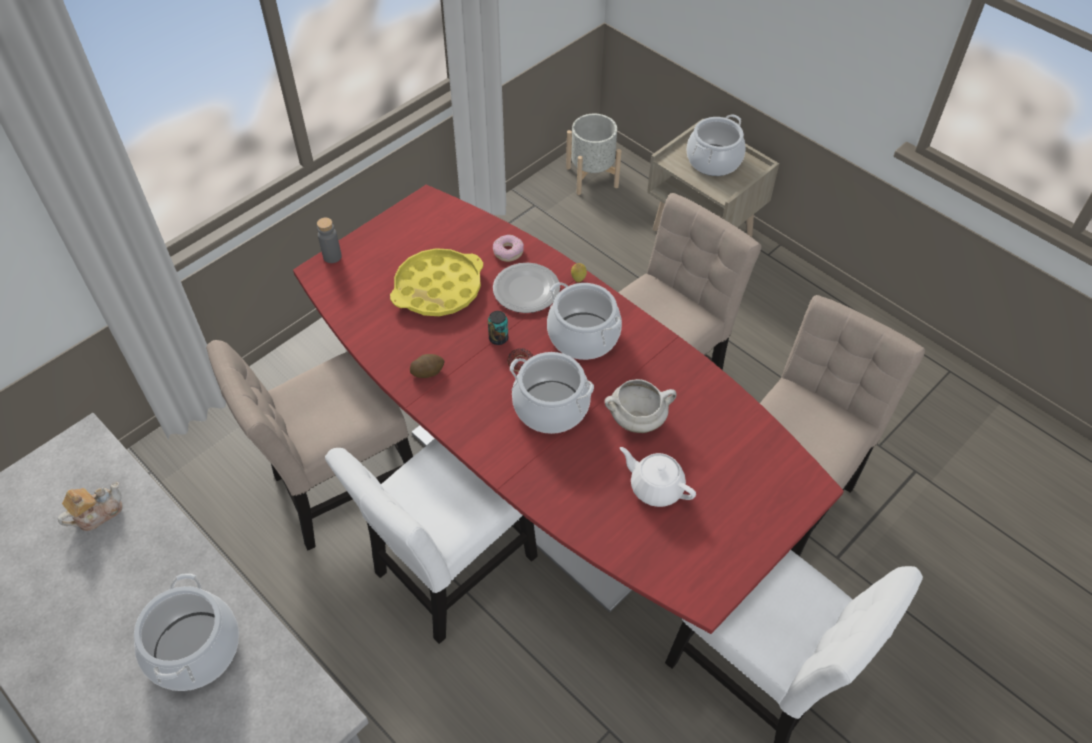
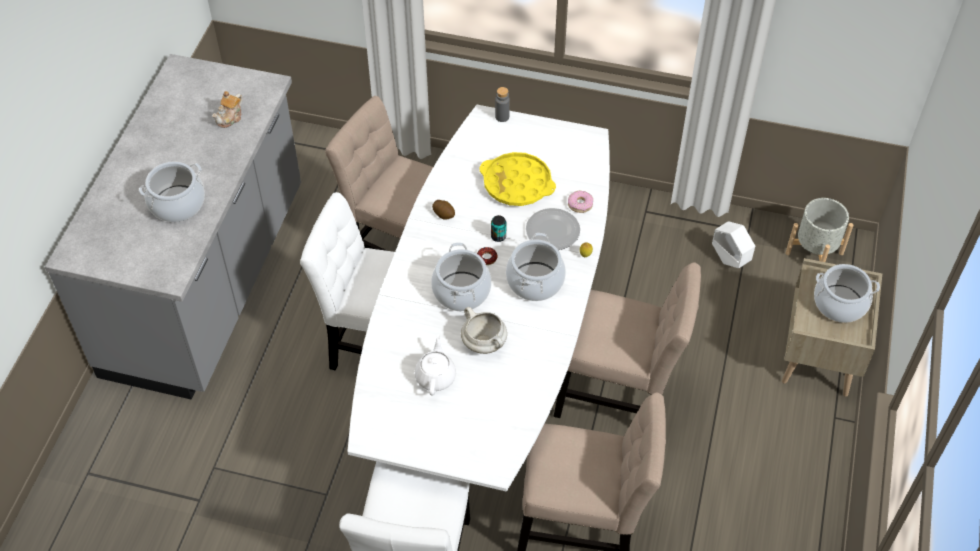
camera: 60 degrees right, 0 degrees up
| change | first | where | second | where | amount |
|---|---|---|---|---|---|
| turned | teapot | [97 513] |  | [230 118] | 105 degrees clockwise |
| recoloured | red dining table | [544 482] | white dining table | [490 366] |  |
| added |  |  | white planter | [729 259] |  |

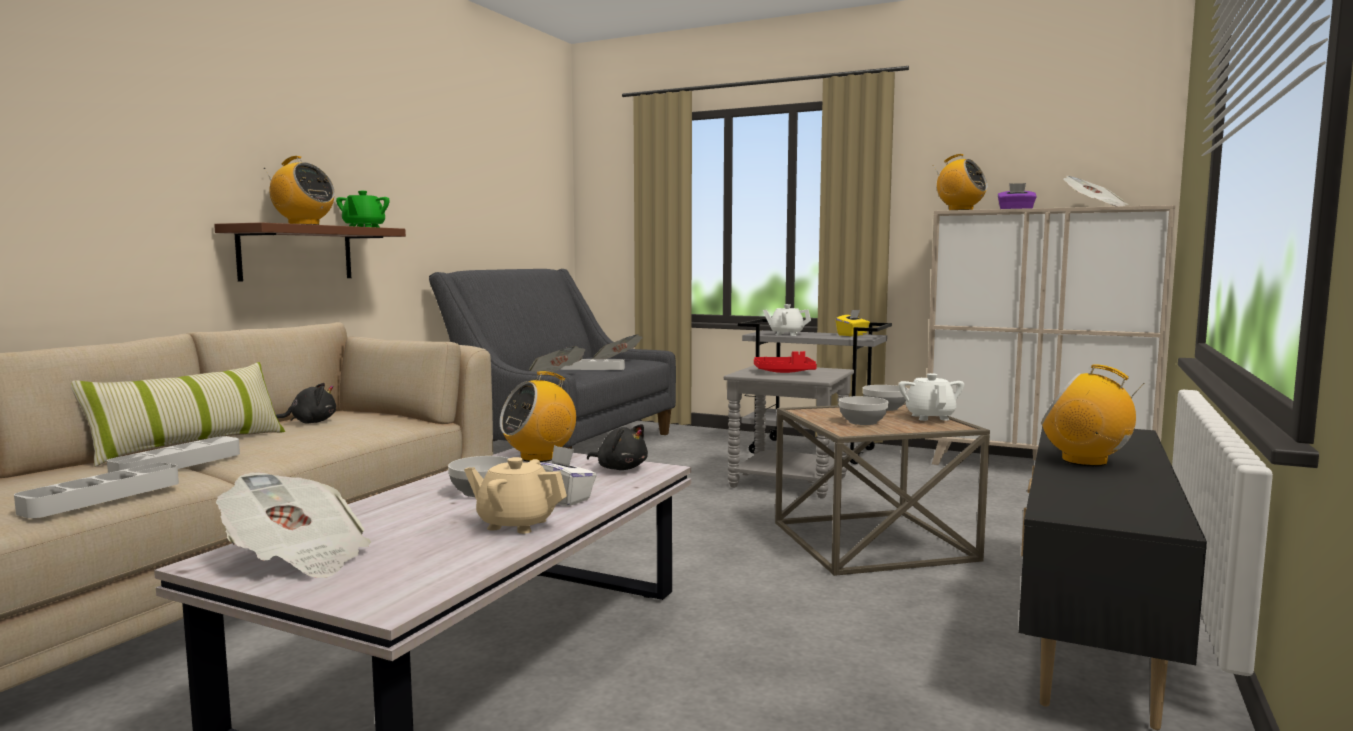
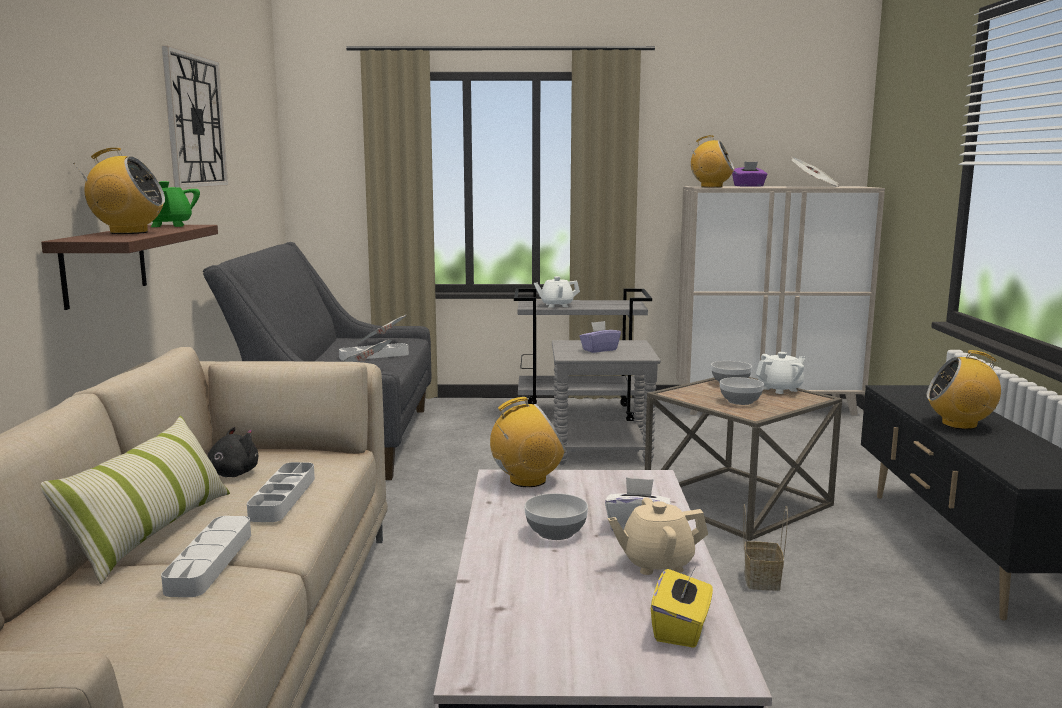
camera: 25 degrees left, 5 degrees up
| change | first | where | second | where | amount |
|---|---|---|---|---|---|
| moved | grey tray | [102 497] |  | [283 497] |  |
| removed | newspaper | [298 559] |  |  |  |
| turned | radio | [539 457] |  | [527 481] | 135 degrees counterclockwise |
| removed | black plush toy | [620 468] |  |  |  |
| replaced | red tray | [784 372] | purple tissue box | [599 350] |  |
| moved | yellow tissue box | [852 335] |  | [681 629] |  |
| turned | white teapot | [930 417] |  | [780 389] | 90 degrees clockwise |
| added |  |  | wall clock | [195 121] |  |
| added |  |  | basket | [760 579] |  |

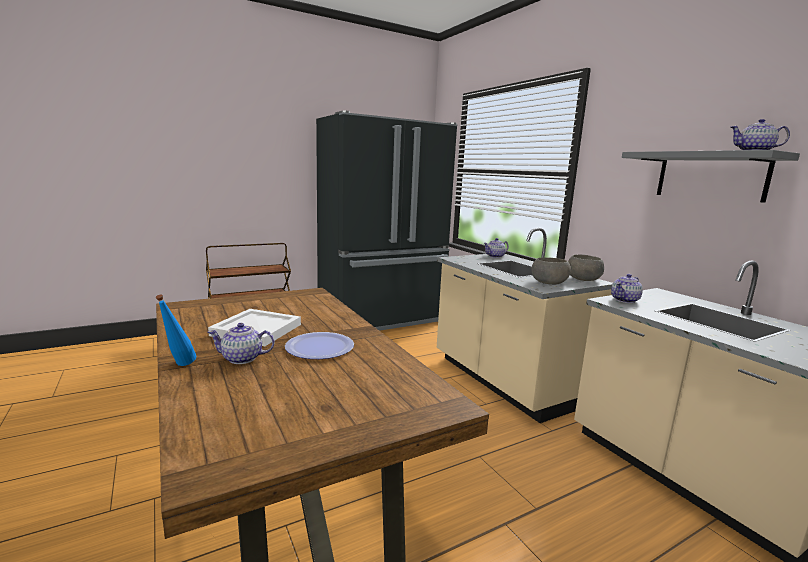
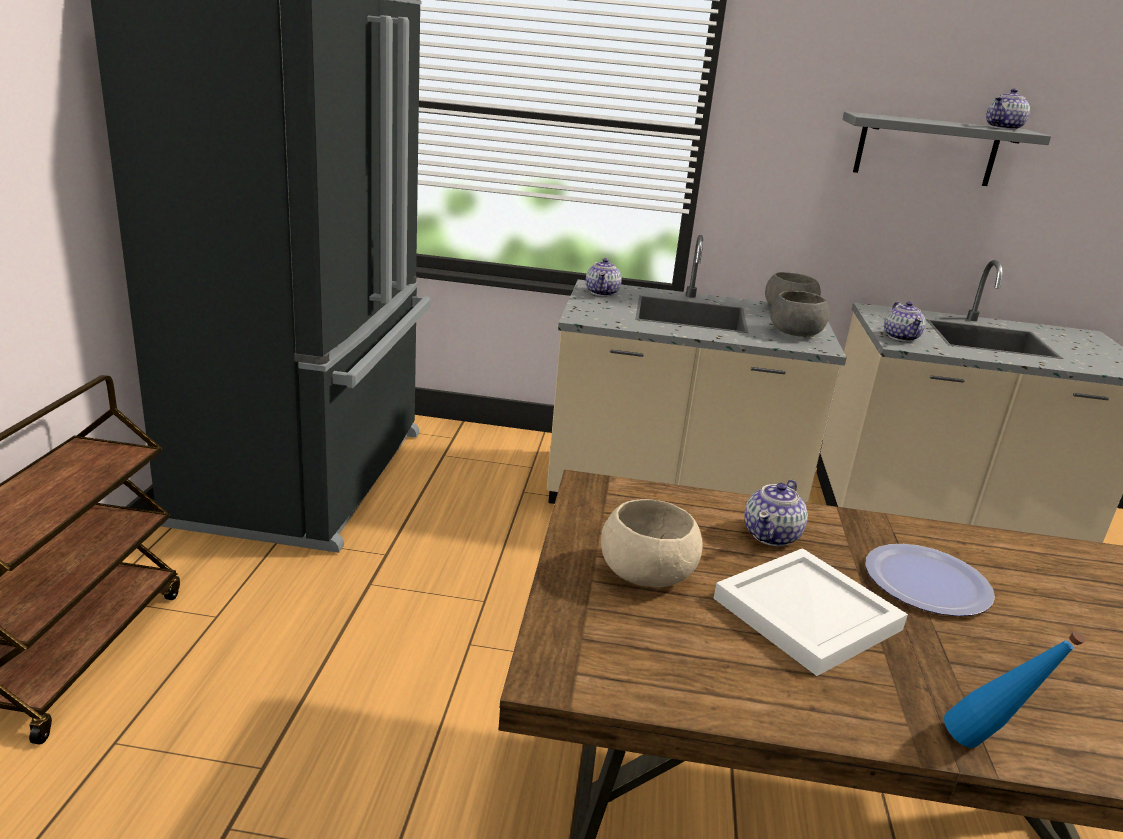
camera: 55 degrees left, 10 degrees up
| change | first | where | second | where | amount |
|---|---|---|---|---|---|
| moved | teapot | [242 358] |  | [772 535] |  |
| added |  |  | beige bowl | [648 573] |  |

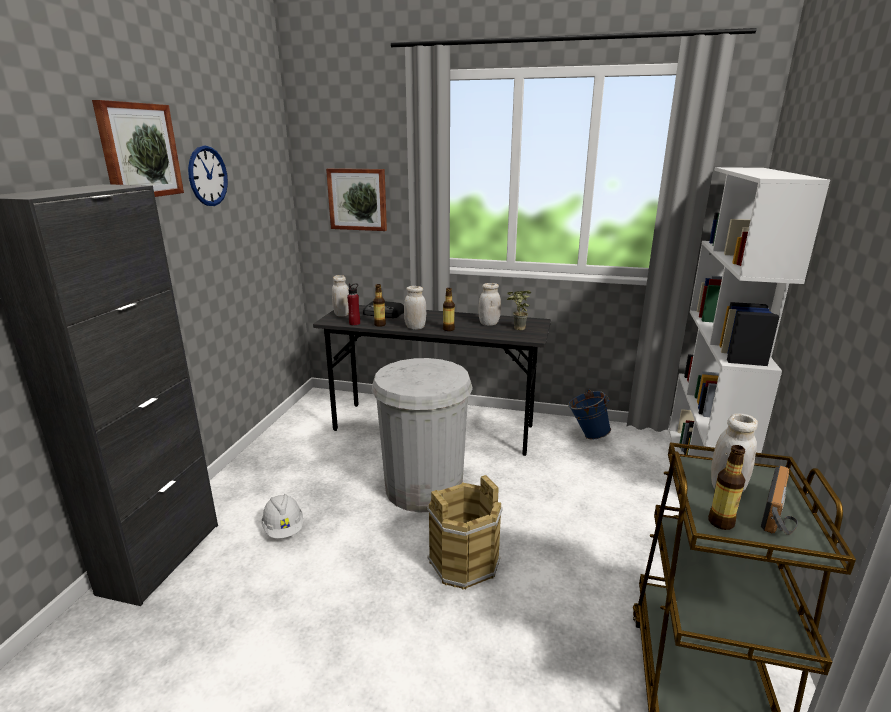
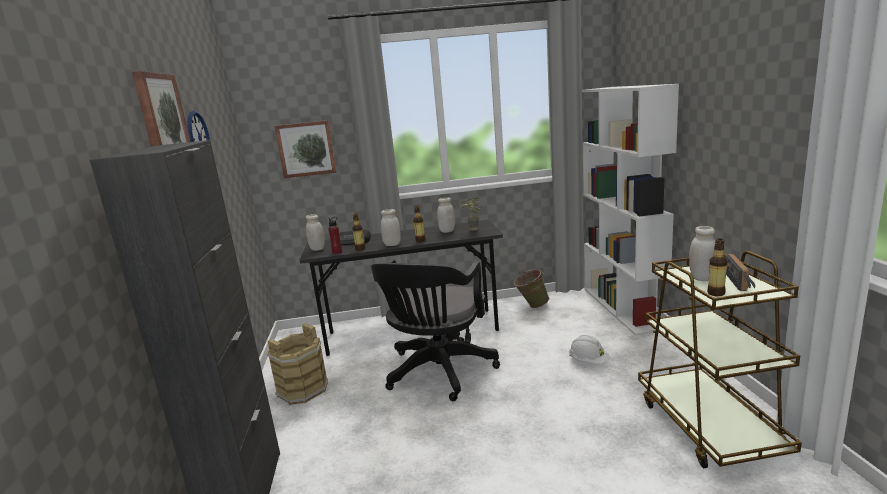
camera: 20 degrees left, 5 degrees down
| change | first | where | second | where | amount |
|---|---|---|---|---|---|
| moved | white hard hat | [284 528] |  | [588 361] |  |
| replaced | white trash can | [423 488] | black office chair | [438 373] |  |
| moved | brown bucket | [463 562] |  | [302 390] |  |
| recoloured | blue bucket | [586 435] | green bucket | [531 306] |  |

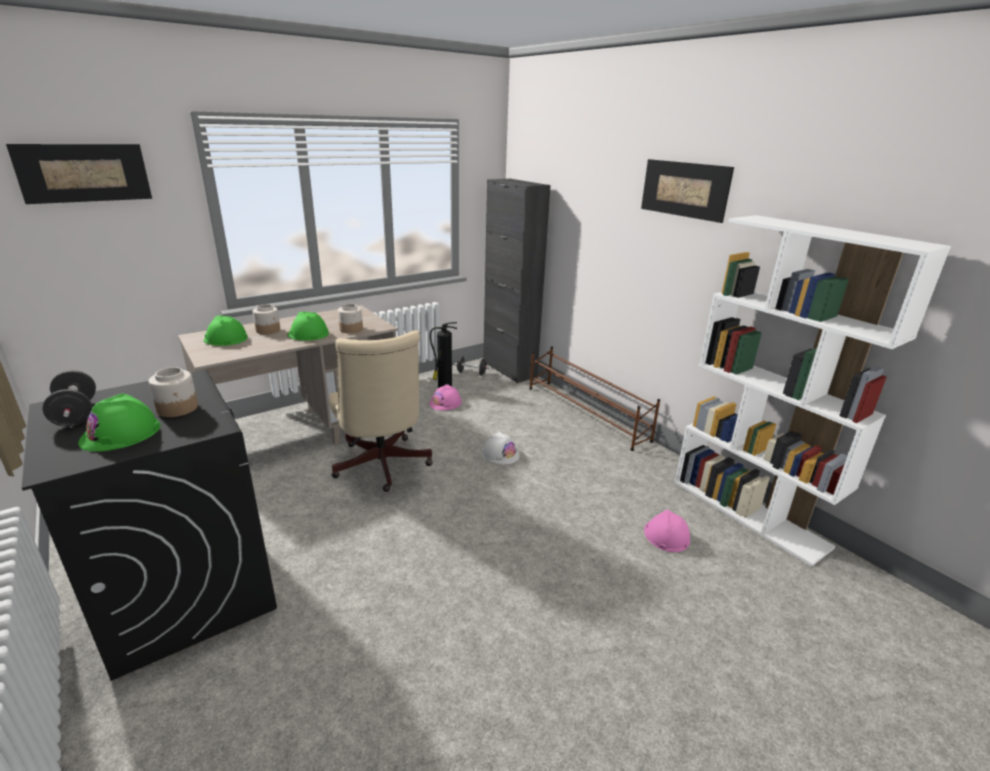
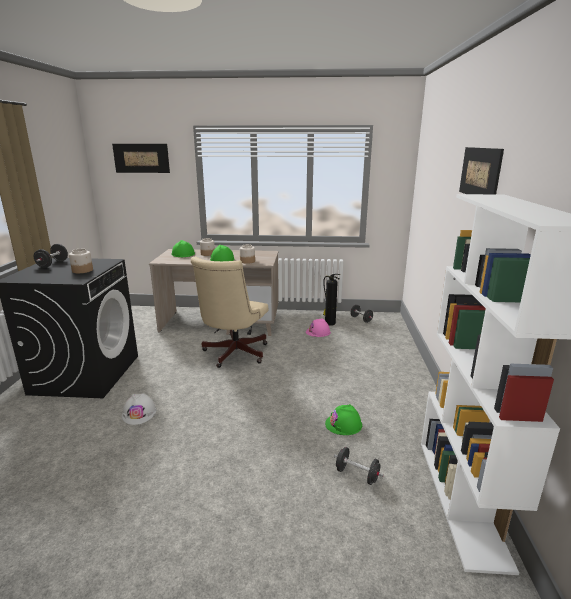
camera: 40 degrees right, 5 degrees down
| change | first | where | second | where | amount |
|---|---|---|---|---|---|
| moved | green hard hat | [121 434] |  | [343 424] |  |
| moved | white hard hat | [500 454] |  | [139 413] |  |
| removed | black cabinet | [509 369] |  |  |  |
| removed | brown shoe rack | [586 413] |  |  |  |
| replaced | pink hard hat | [666 535] | black dumbbell | [357 475] |  |

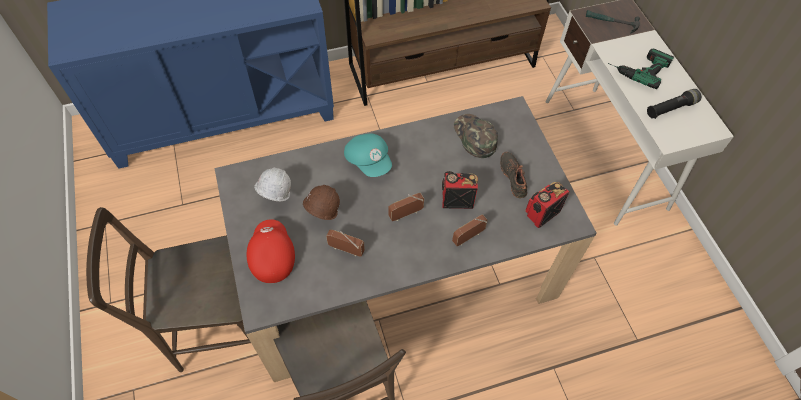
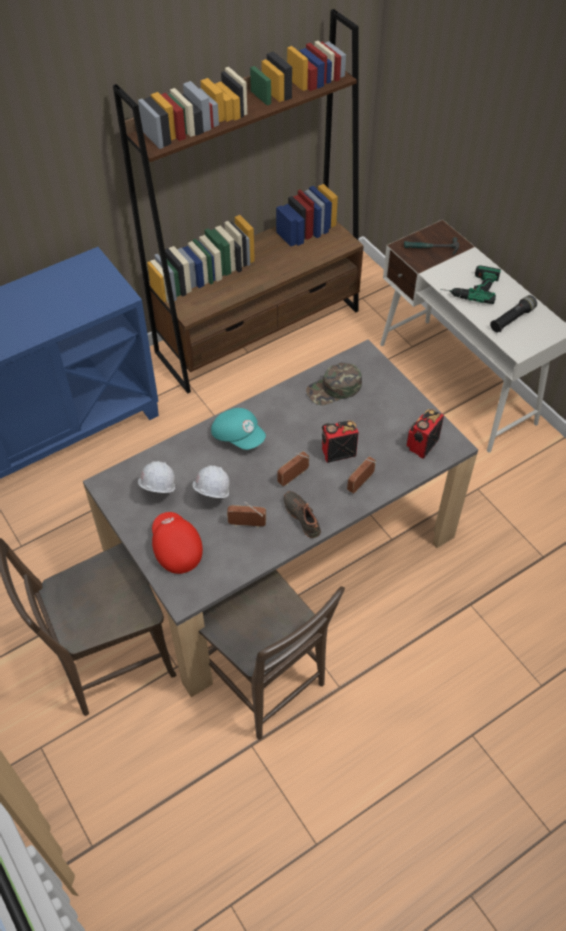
camera: 15 degrees left, 5 degrees down
| change | first | where | second | where | amount |
|---|---|---|---|---|---|
| recoloured | brown hard hat | [322 214] | white hard hat | [211 497] |  |
| turned | green cap | [474 137] |  | [334 389] | 75 degrees counterclockwise |
| moved | black shoe | [514 177] |  | [303 516] |  |

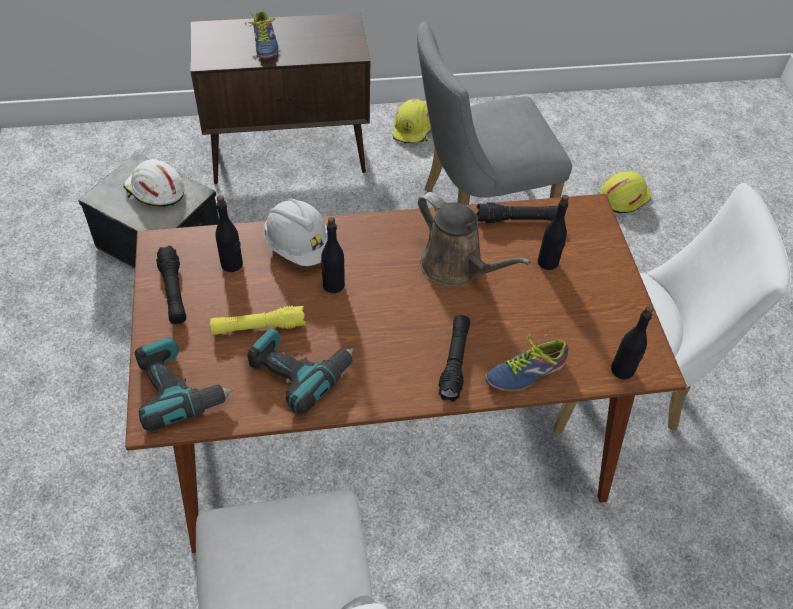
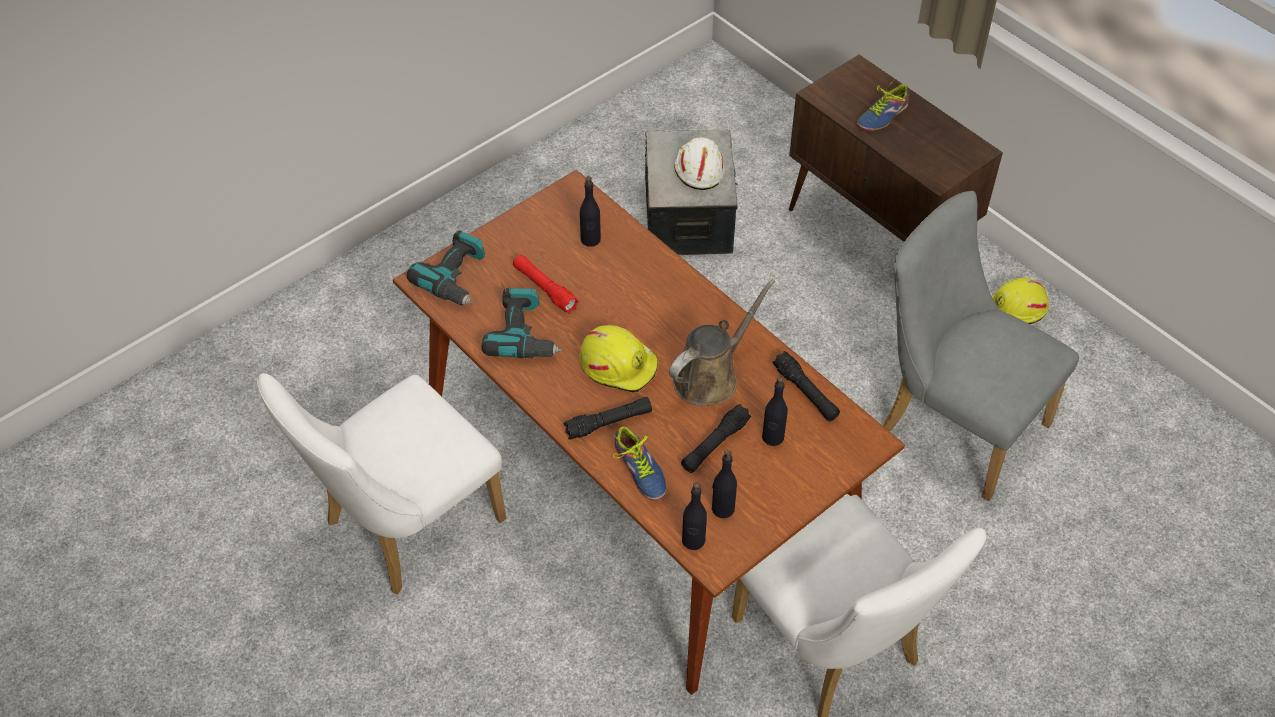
camera: 60 degrees right, 0 degrees up
| change | first | where | second | where | amount |
|---|---|---|---|---|---|
| moved | black flashlight | [173 291] |  | [715 445] |  |
| recoloured | yellow flashlight | [258 327] | red flashlight | [545 289] |  |
| removed | white hard hat | [299 247] |  |  |  |
| moved | black bottle | [333 285] |  | [722 508] |  |
| turned | brown watering can | [456 267] |  | [710 377] | 150 degrees counterclockwise |
| turned | shoe | [523 370] |  | [638 471] | 150 degrees counterclockwise |
| moved | yellow hard hat | [623 197] |  | [618 364] |  |

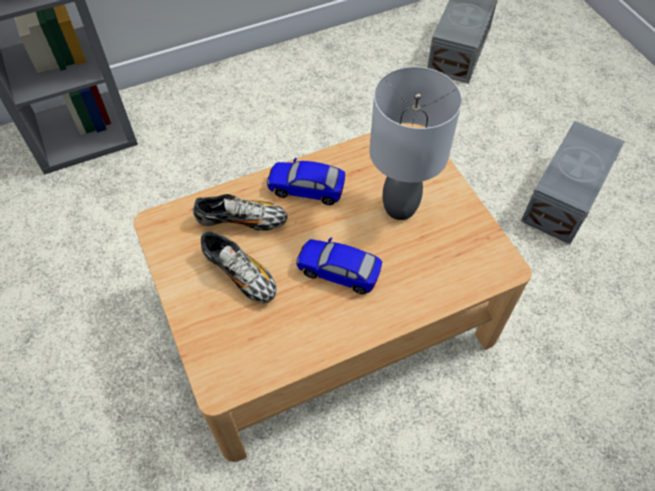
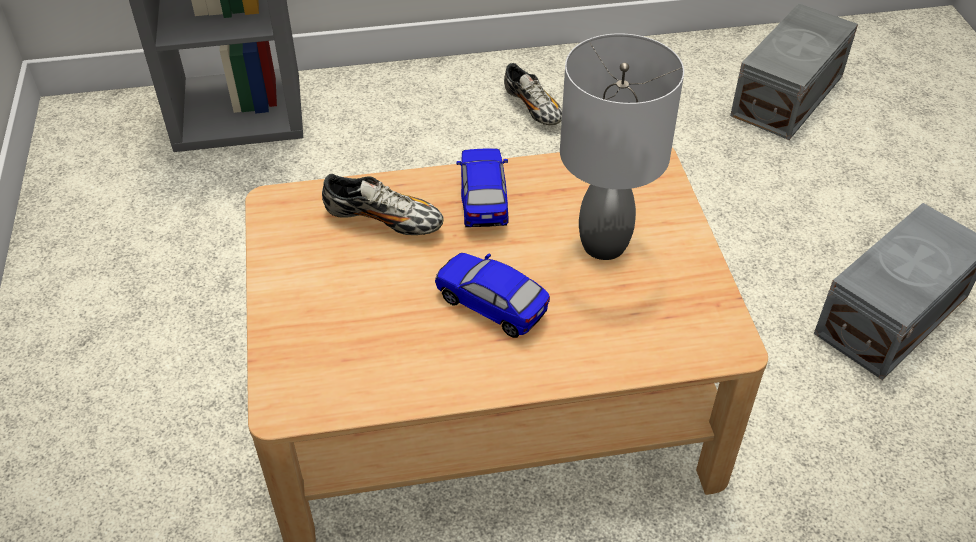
camera: 15 degrees right, 10 degrees down
| change | first | where | second | where | amount |
|---|---|---|---|---|---|
| moved | shoe | [240 275] |  | [533 108] |  |
| turned | toy car | [306 189] |  | [483 199] | 60 degrees clockwise |

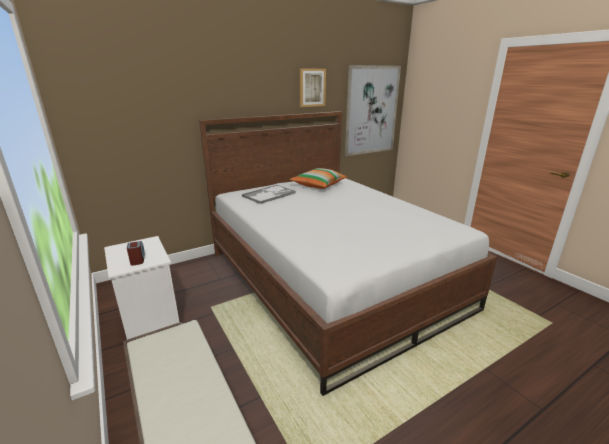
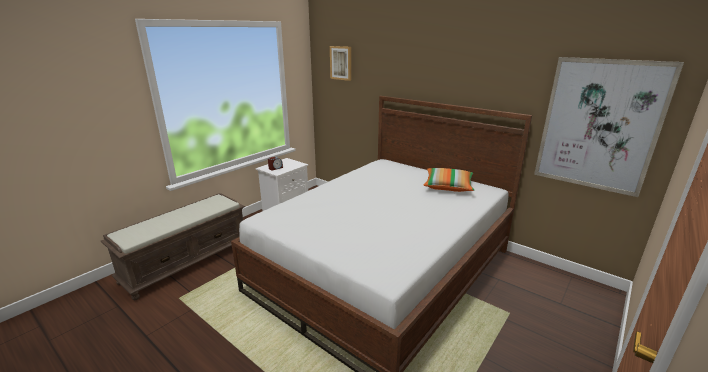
camera: 70 degrees right, 0 degrees up
| change | first | where | second | where | amount |
|---|---|---|---|---|---|
| removed | tray | [269 194] |  |  |  |
| moved | picture | [312 87] |  | [341 63] |  |

